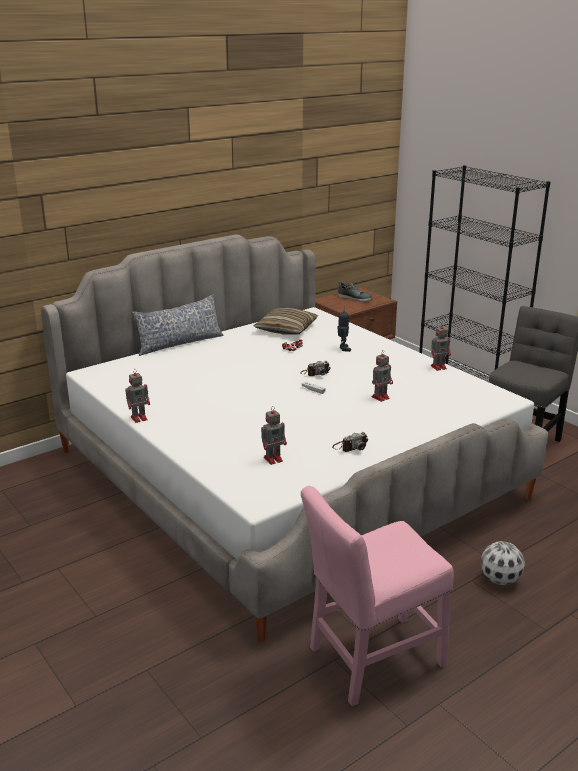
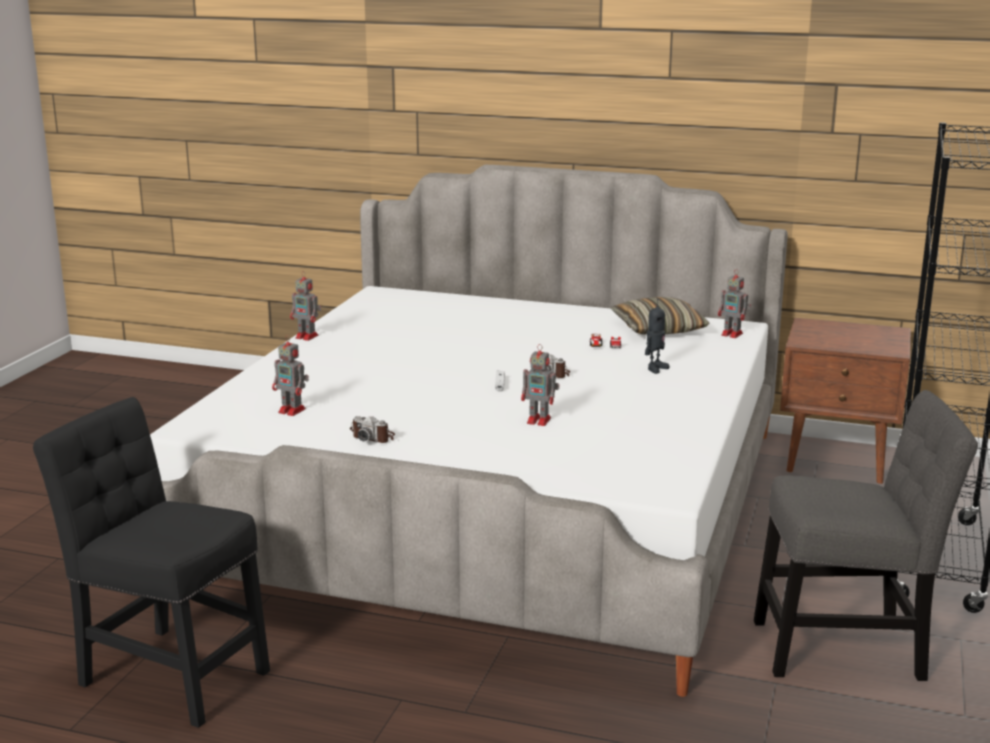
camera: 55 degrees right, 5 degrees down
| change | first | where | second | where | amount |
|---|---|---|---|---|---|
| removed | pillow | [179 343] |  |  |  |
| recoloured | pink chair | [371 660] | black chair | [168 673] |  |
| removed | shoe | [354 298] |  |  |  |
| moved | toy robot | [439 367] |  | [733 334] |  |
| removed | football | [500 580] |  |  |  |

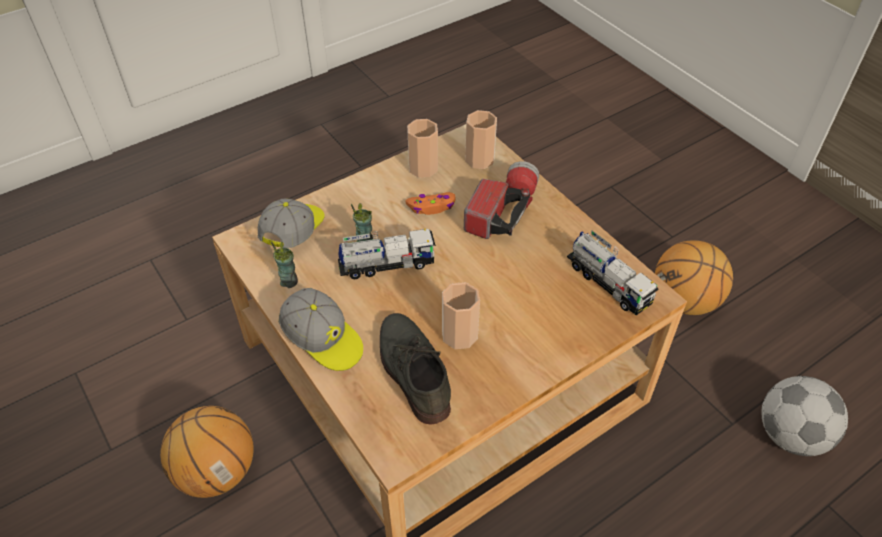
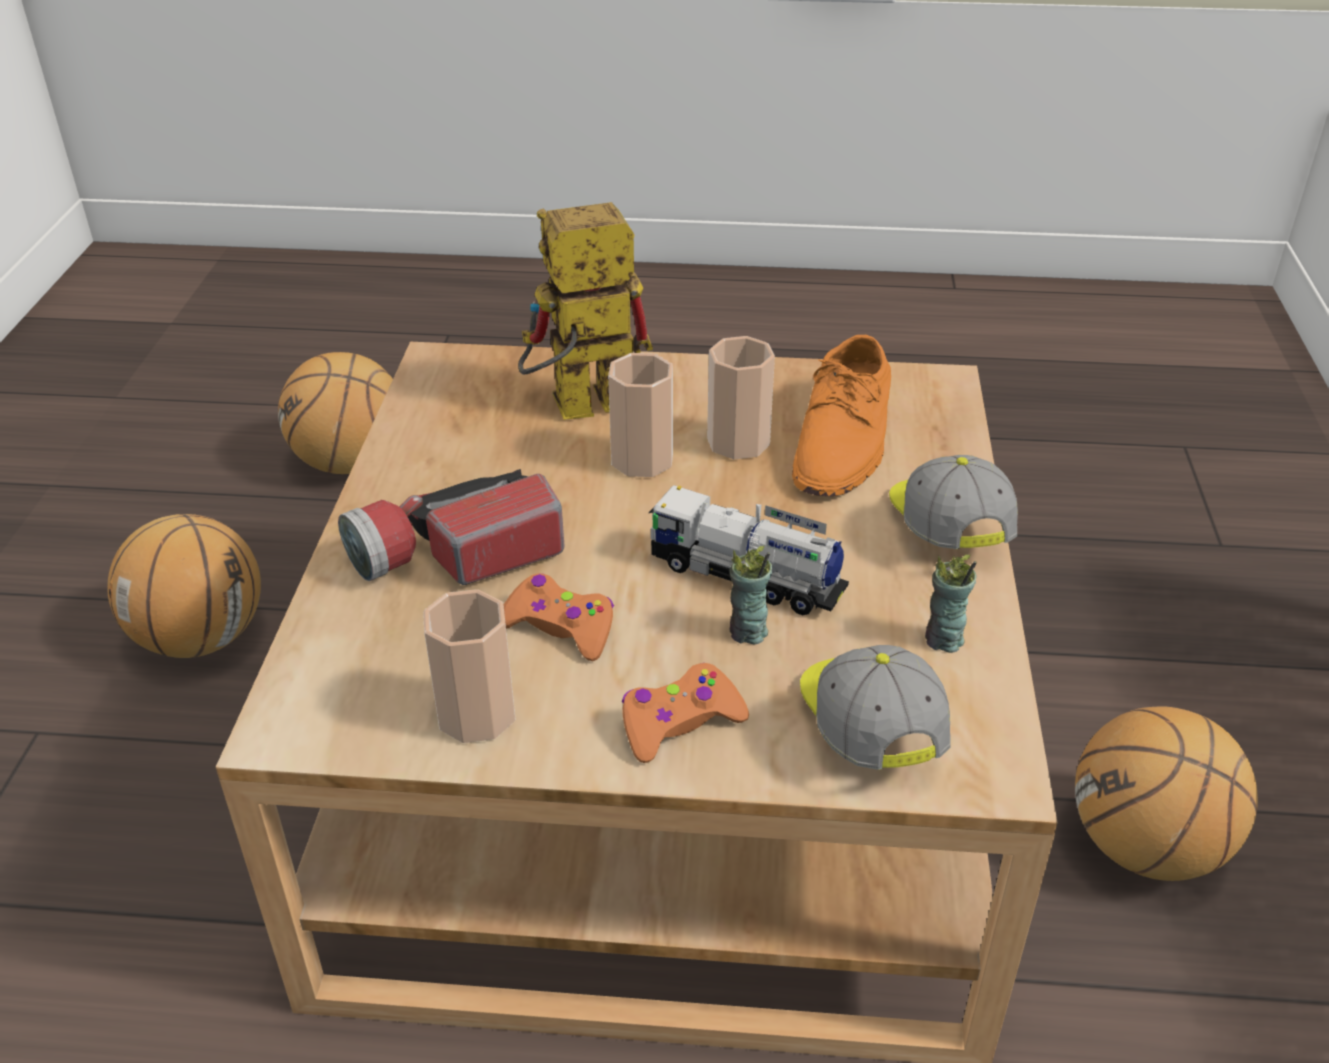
camera: 140 degrees left, 10 degrees down
| change | first | where | second | where | amount |
|---|---|---|---|---|---|
| turned | cap | [294 232] |  | [867 727] | 105 degrees clockwise |
| recoloured | grey shoe | [412 370] | orange shoe | [845 439] |  |
| moved | cup | [479 159] |  | [642 460] |  |
| removed | toy truck | [608 284] |  |  |  |
| replaced | football | [790 435] | basketball | [351 463] |  |
| added |  |  | toy robot | [577 410] |  |
| added |  |  | orange game controller | [679 722] |  |

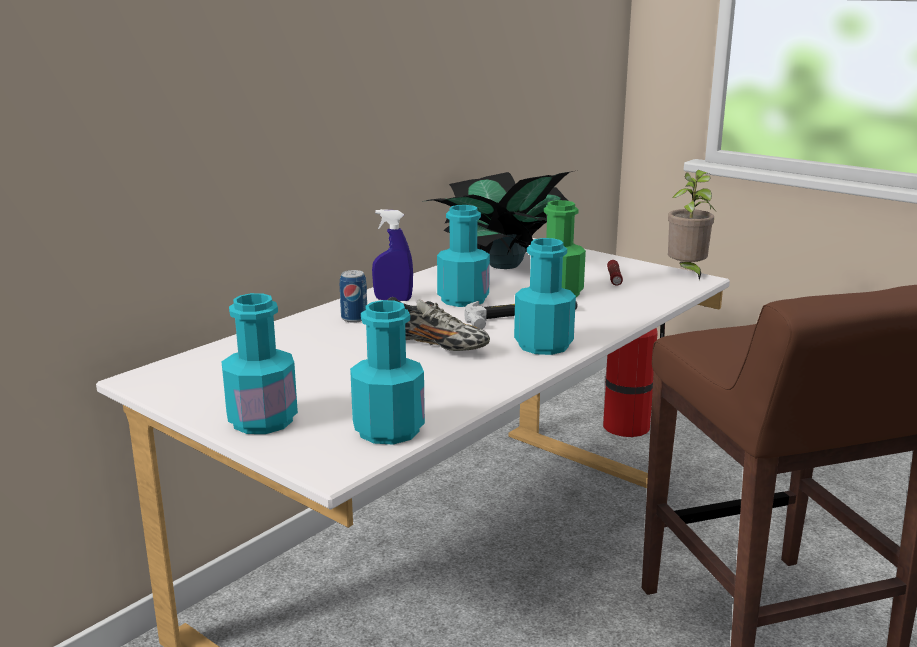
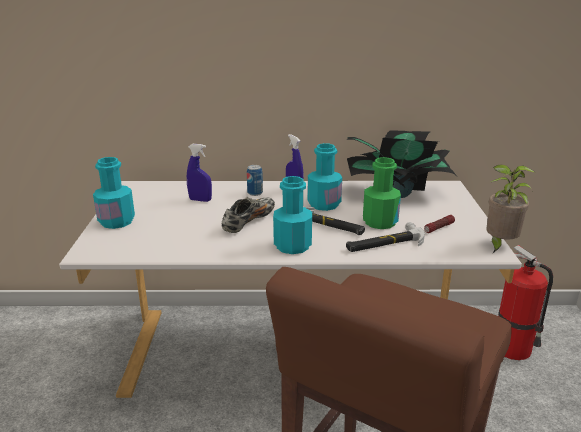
camera: 50 degrees right, 5 degrees up
| change | first | where | second | where | amount |
|---|---|---|---|---|---|
| removed | turquoise bottle | [388 430] |  |  |  |
| turned | shoe | [436 346] |  | [249 222] | 135 degrees counterclockwise |
| added |  |  | blue spray bottle | [200 200] |  |
| added |  |  | hammer | [385 243] |  |

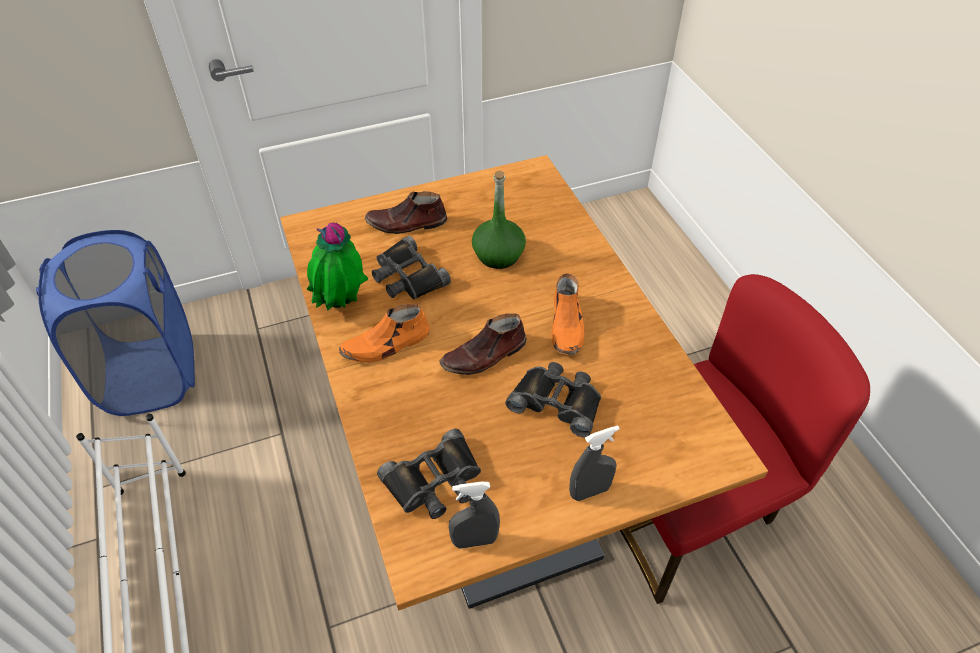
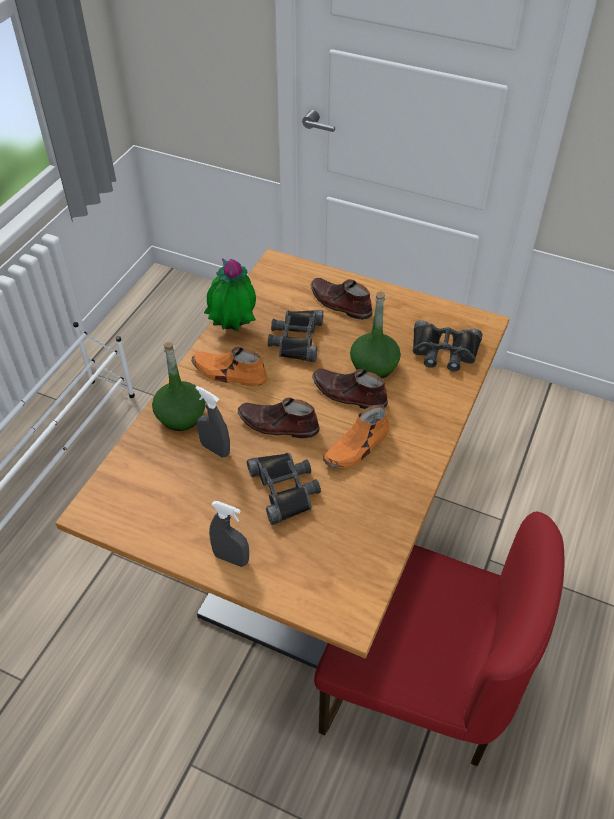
camera: 45 degrees right, 0 degrees up
| change | first | where | second | where | amount |
|---|---|---|---|---|---|
| removed | blue laundry basket | [150 375] |  |  |  |
| moved | black binoculars | [435 482] |  | [444 351] |  |
| moved | grey spray bottle | [474 541] |  | [215 449] |  |
| added |  |  | green bottle | [181 416] |  |
| added |  |  | brown shoe | [348 394] |  |

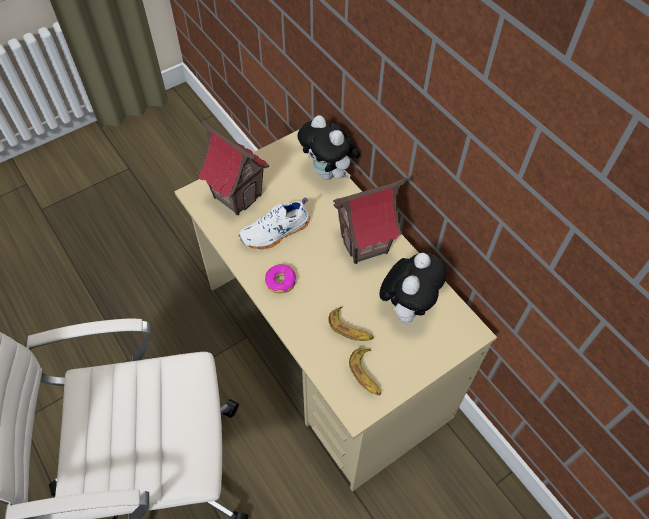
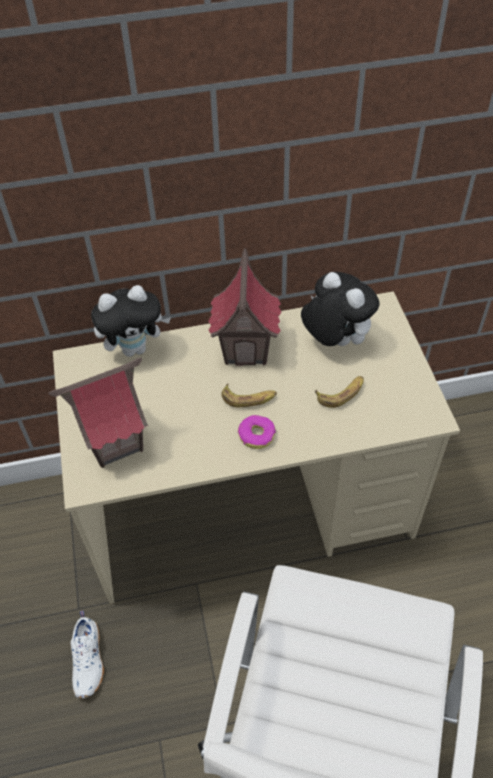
camera: 65 degrees left, 5 degrees down
| change | first | where | second | where | amount |
|---|---|---|---|---|---|
| moved | white shoe | [276 233] |  | [89 660] |  |
| moved | banana | [366 374] |  | [249 398] |  |

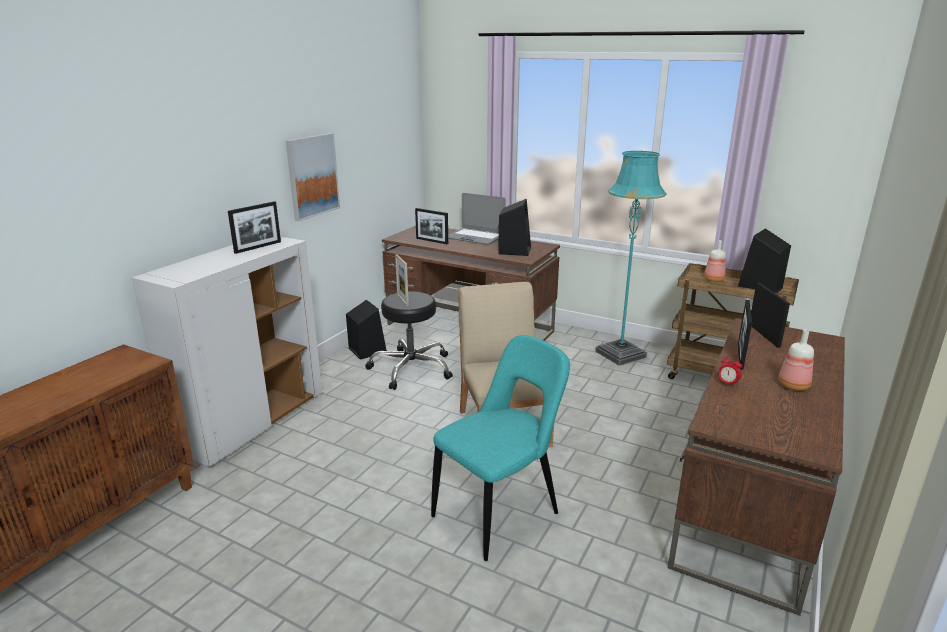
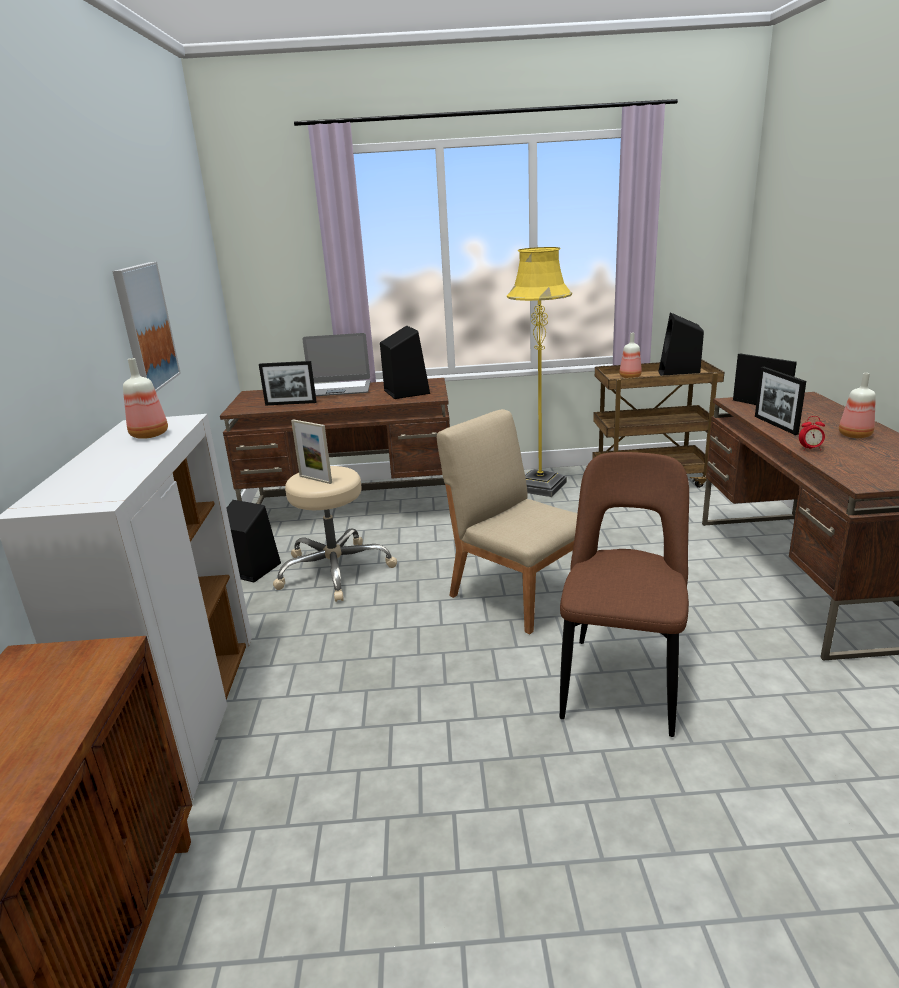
camera: 30 degrees left, 0 degrees up
| change | first | where | second | where | amount |
|---|---|---|---|---|---|
| replaced | picture frame | [258 247] | bottle | [149 434] |  |
| recoloured | black stool | [411 368] | beige stool | [334 570] |  |
| recoloured | turquoise chair | [500 512] | brown chair | [622 680] |  |
| recoloured | turquoise floor lamp | [620 354] | yellow floor lamp | [540 486] |  |

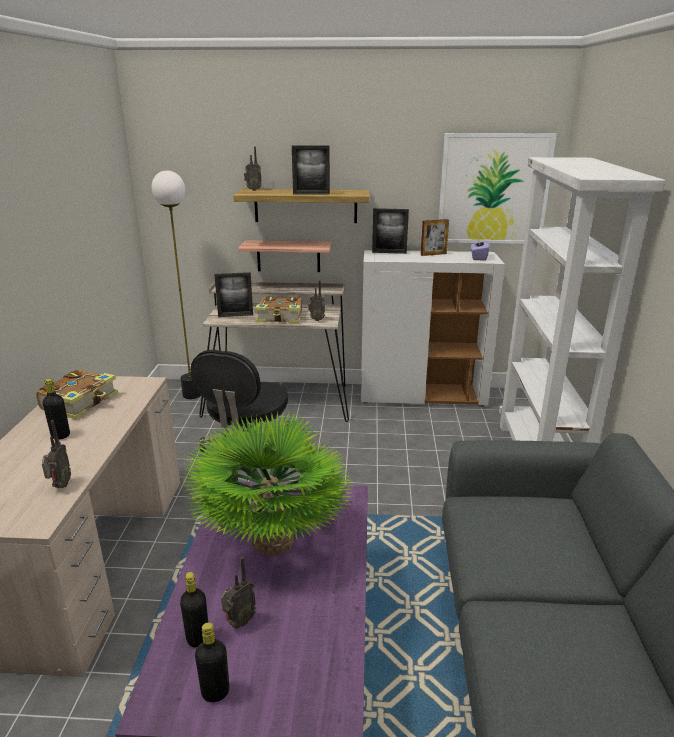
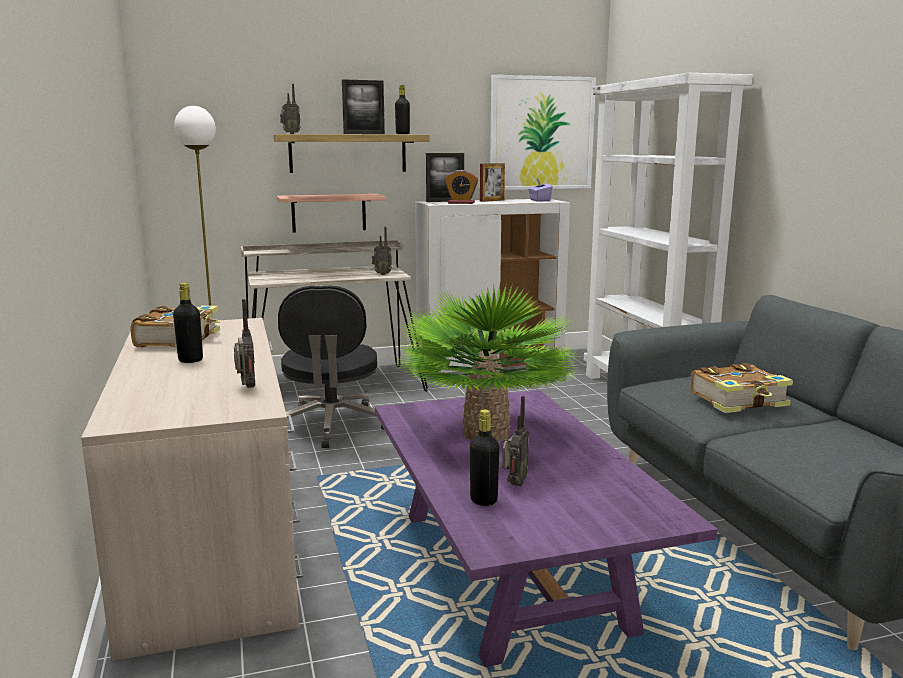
camera: 20 degrees left, 10 degrees down
| change | first | where | second | where | amount |
|---|---|---|---|---|---|
| moved | black bottle | [215 692] |  | [402 134] |  |
| removed | picture frame | [235 315] |  |  |  |
| moved | book | [280 317] |  | [739 401] |  |
| added |  |  | alarm clock | [461 203] |  |

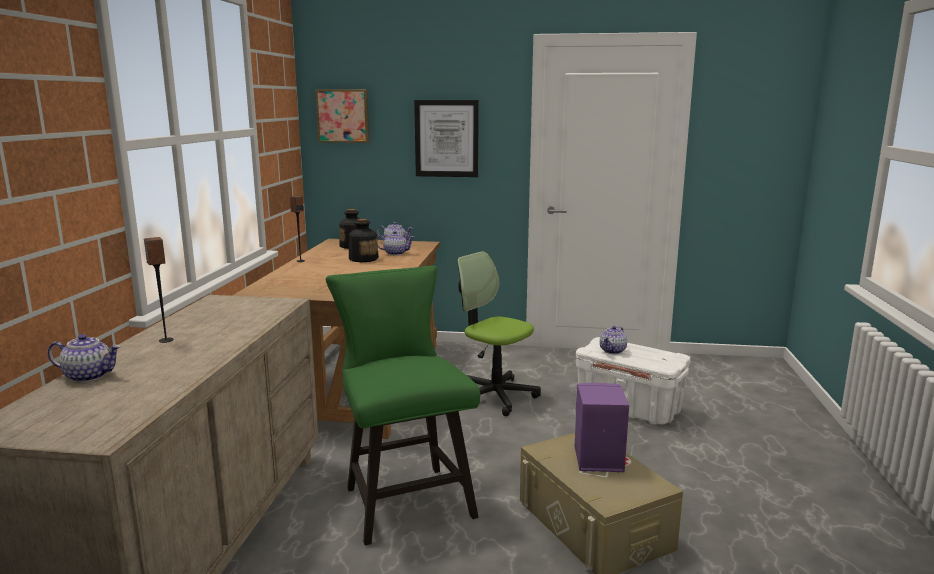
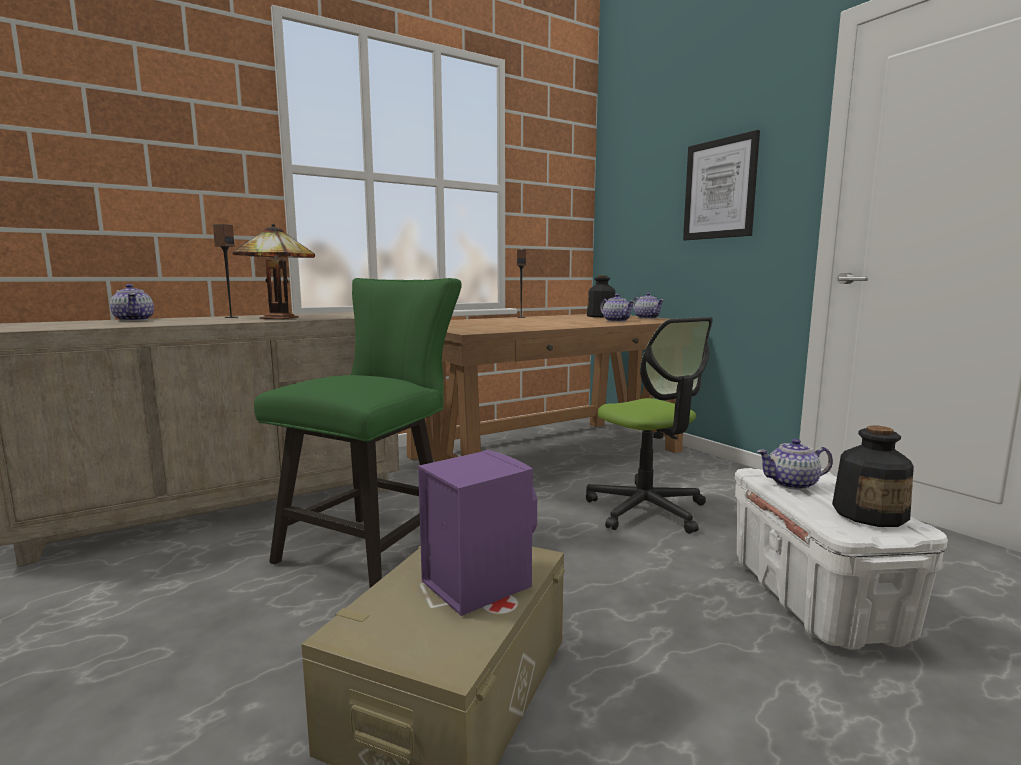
camera: 50 degrees right, 5 degrees down
| change | first | where | second | where | amount |
|---|---|---|---|---|---|
| removed | picture | [343 116] |  |  |  |
| moved | bottle | [363 259] |  | [869 514] |  |
| turned | office chair | [494 396] |  | [646 510] | 150 degrees clockwise |
| added |  |  | table lamp | [279 318] |  |

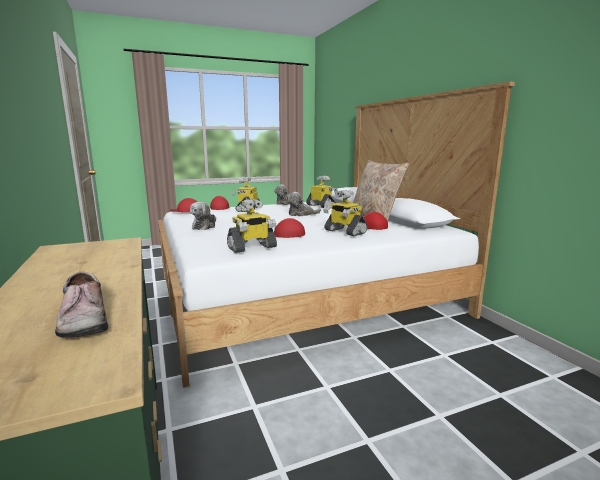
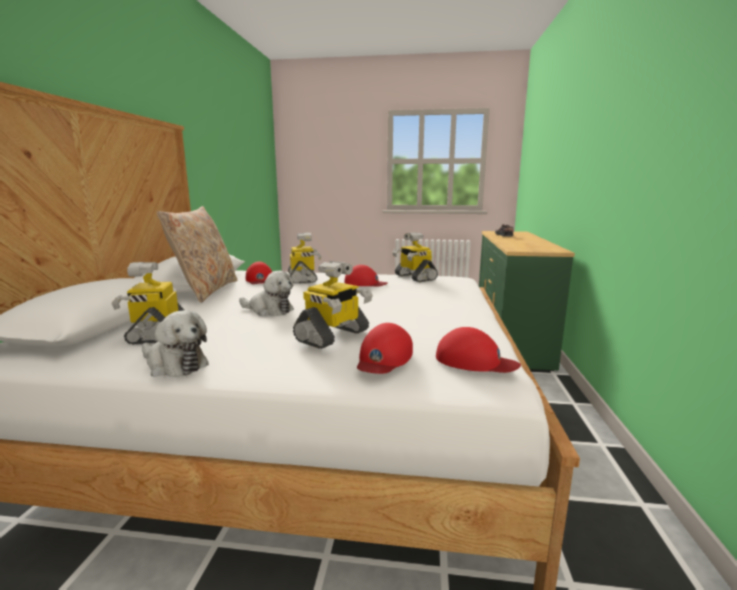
camera: 150 degrees left, 0 degrees up
| change | first | where | second | where | amount |
|---|---|---|---|---|---|
| removed | plush toy | [205 226] |  |  |  |
| turned | toy robot | [252 247] |  | [414 277] | 120 degrees counterclockwise |

